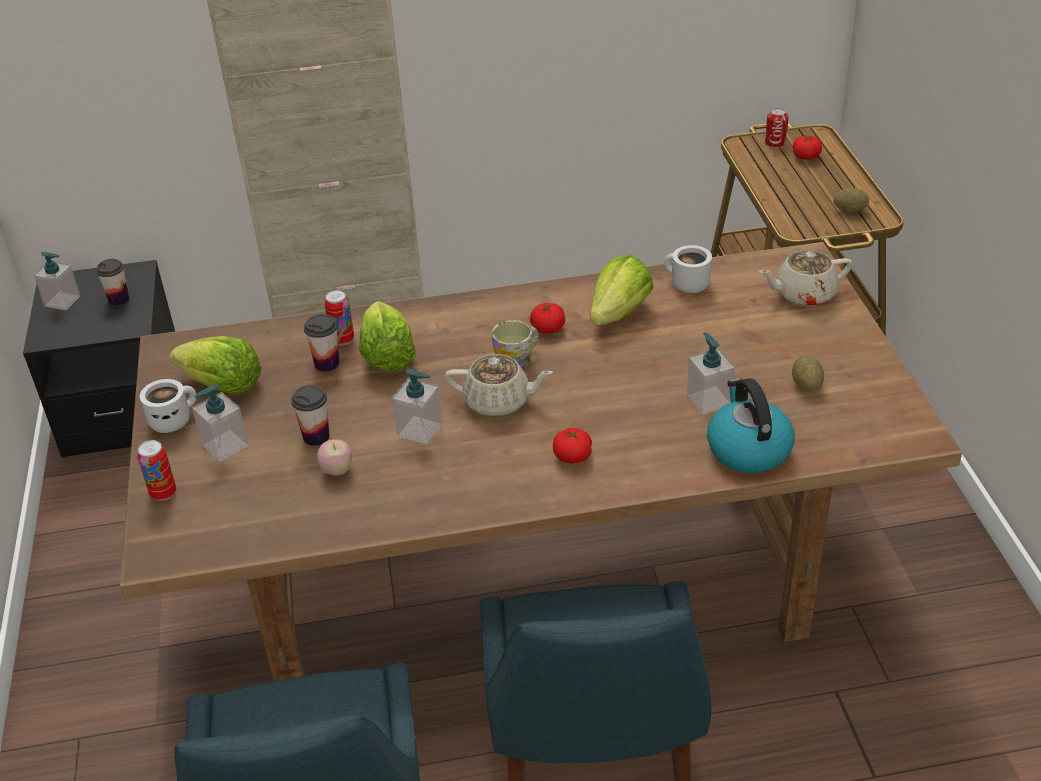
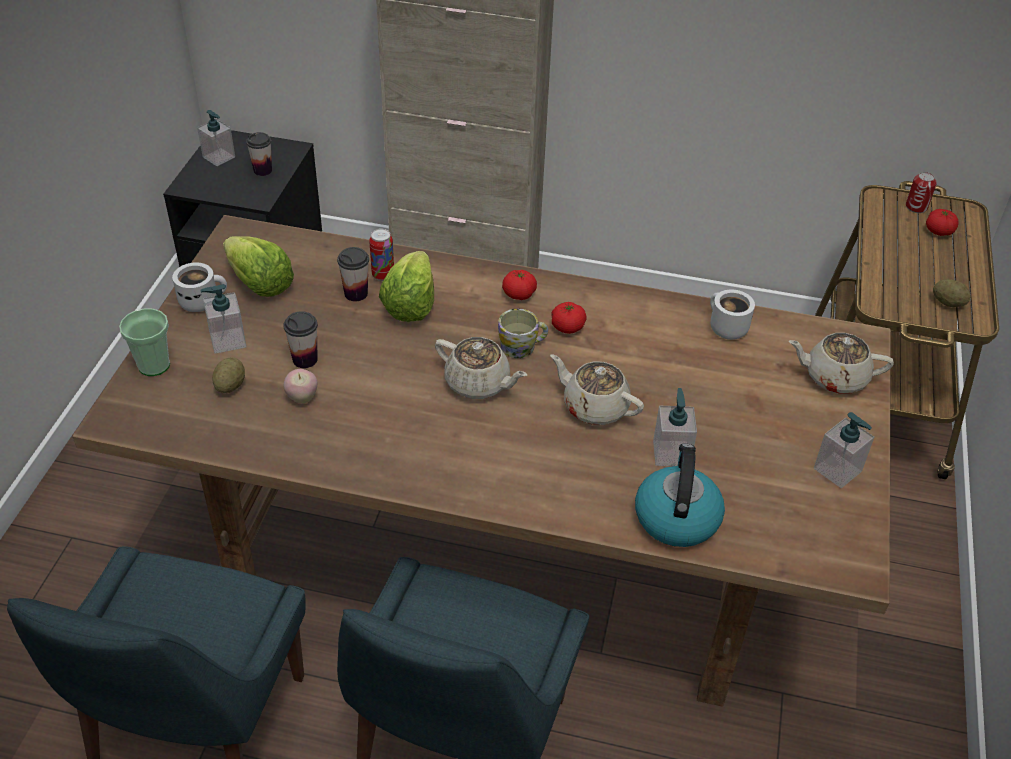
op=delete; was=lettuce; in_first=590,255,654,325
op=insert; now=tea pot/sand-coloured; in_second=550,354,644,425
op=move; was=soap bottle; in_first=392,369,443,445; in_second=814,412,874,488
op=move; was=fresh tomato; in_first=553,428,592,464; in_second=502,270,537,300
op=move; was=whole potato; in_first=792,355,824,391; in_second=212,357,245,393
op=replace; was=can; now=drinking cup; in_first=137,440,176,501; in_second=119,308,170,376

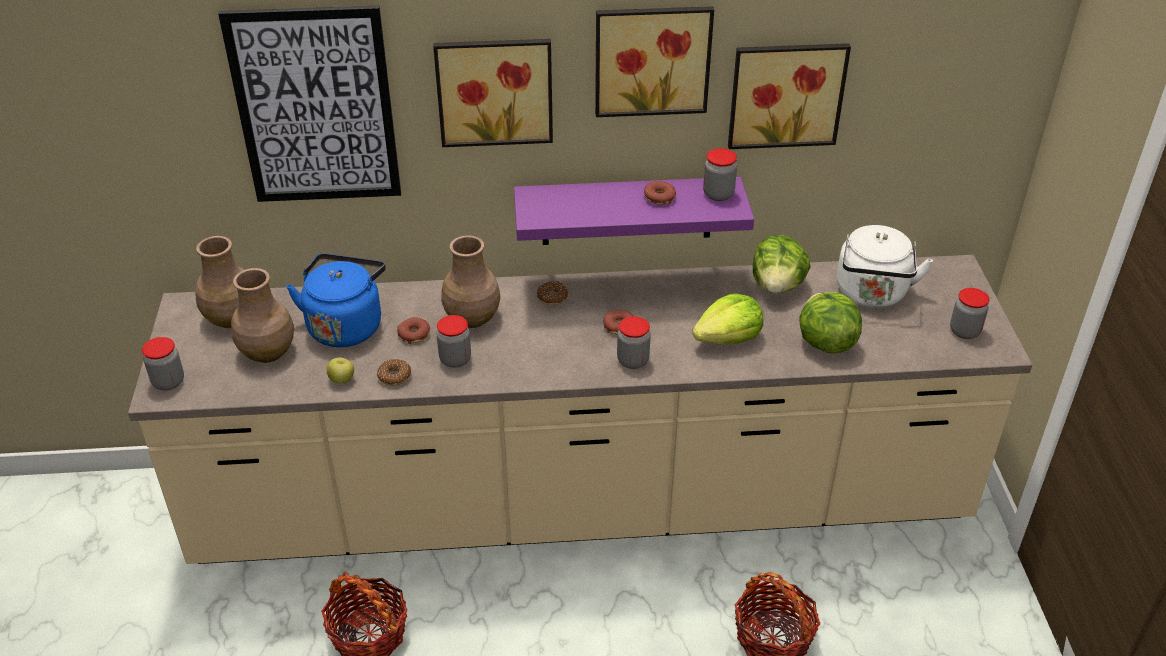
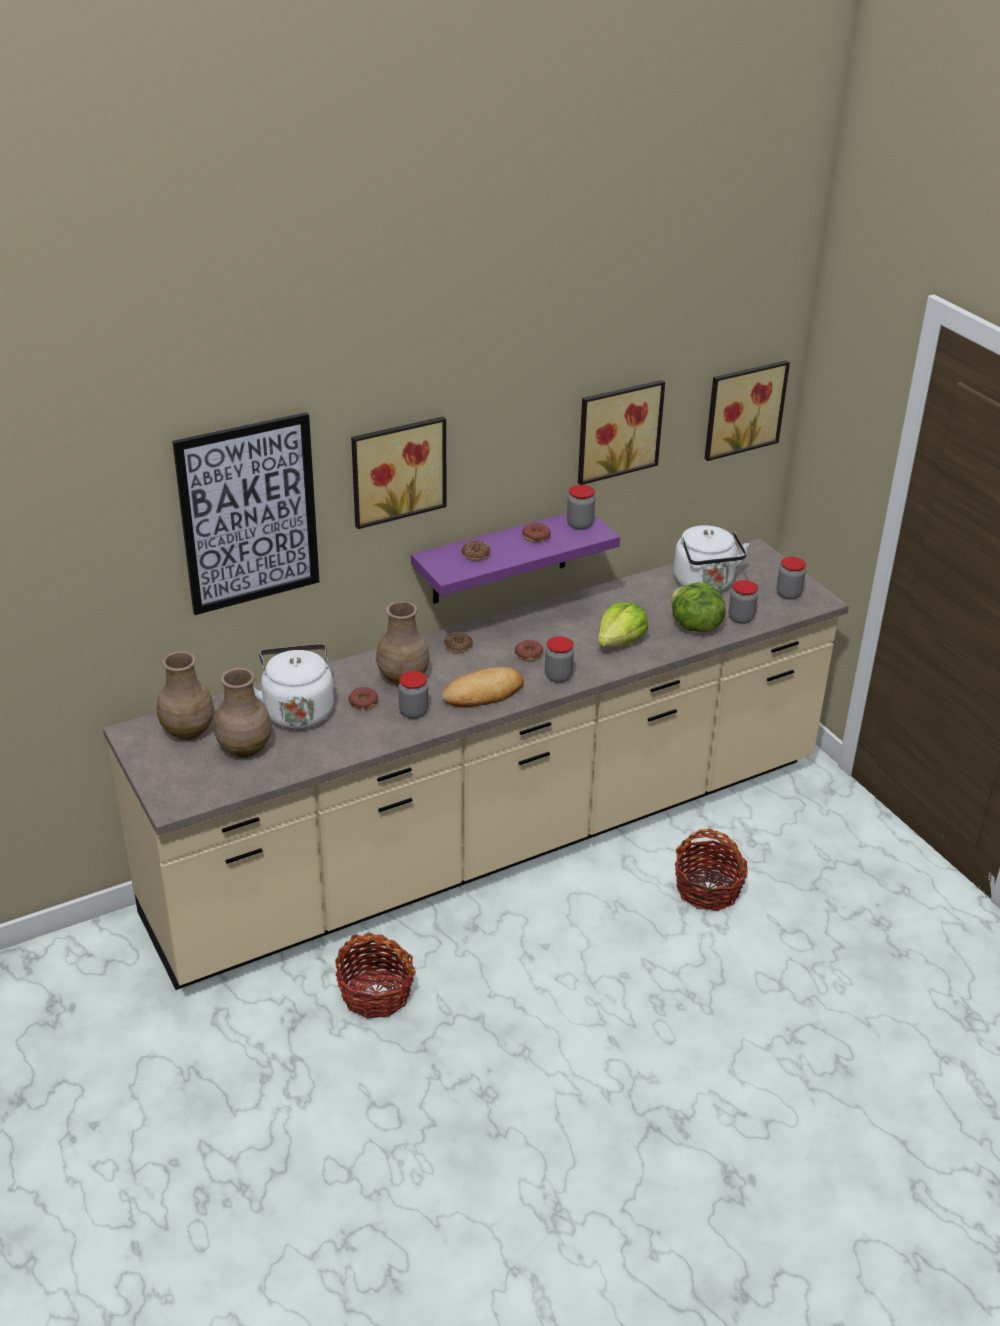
op=delete; was=whole apple; in_first=327,357,354,384
op=delete; was=lettuce; in_first=753,235,811,293
op=insert; now=baked bread; in_second=441,667,524,707
op=move; was=preserve jar; in_first=142,337,184,391; in_second=729,580,758,624
op=move; was=ring doughnut; in_first=377,359,411,386; in_second=461,541,490,561
op=move; was=wall art; in_first=595,6,714,117; in_second=704,360,790,461
op=recolor; was=tea kettle/bluish; now=tea kettle/white; in_first=286,254,386,347; in_second=253,644,334,729

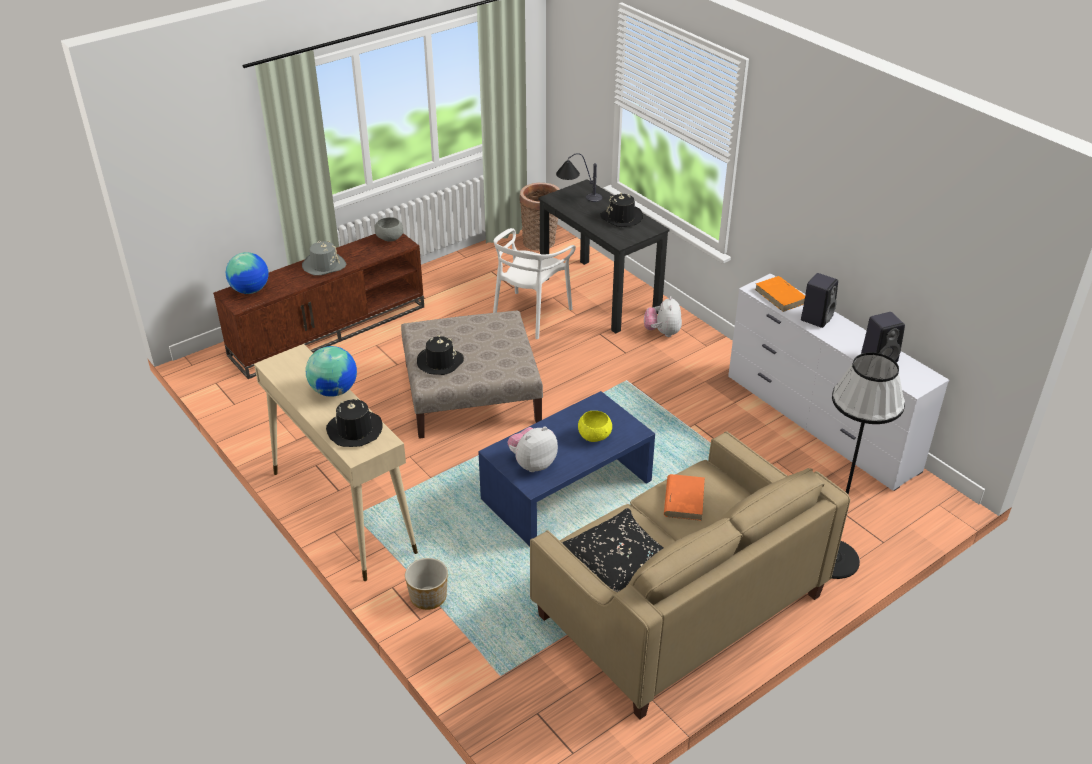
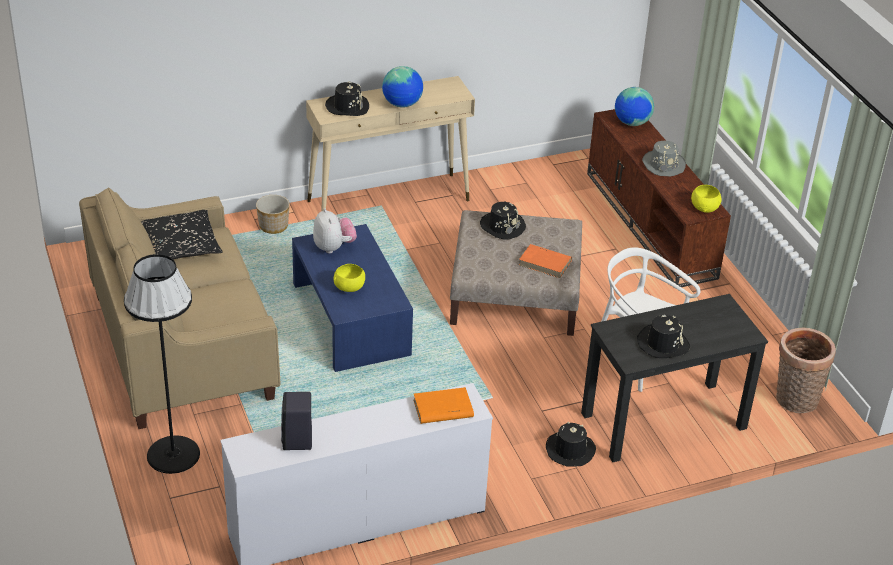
op=delete; was=tabletop lamp; in_first=556,153,602,202
op=delete; was=speaker/black; in_first=801,273,838,328
op=move; was=book/orangey; in_first=664,474,705,521; in_second=519,244,572,278
op=replace; was=plush toy; now=hat/black; in_first=644,296,682,337; in_second=546,421,596,467
op=recolor; was=serving bowl/grey; now=serving bowl/yellow; in_first=375,217,404,242; in_second=691,185,722,213

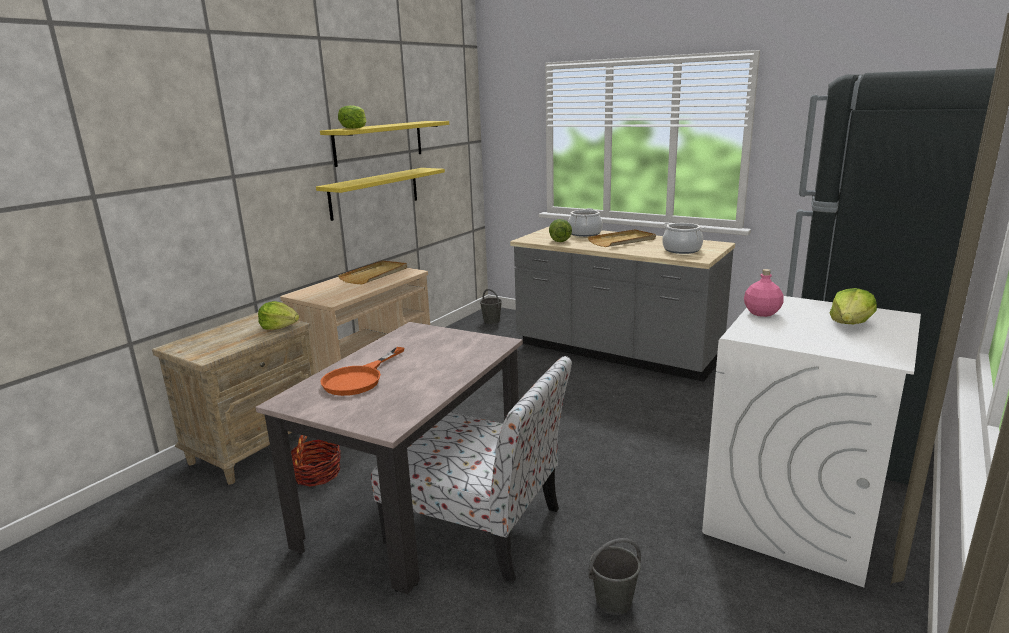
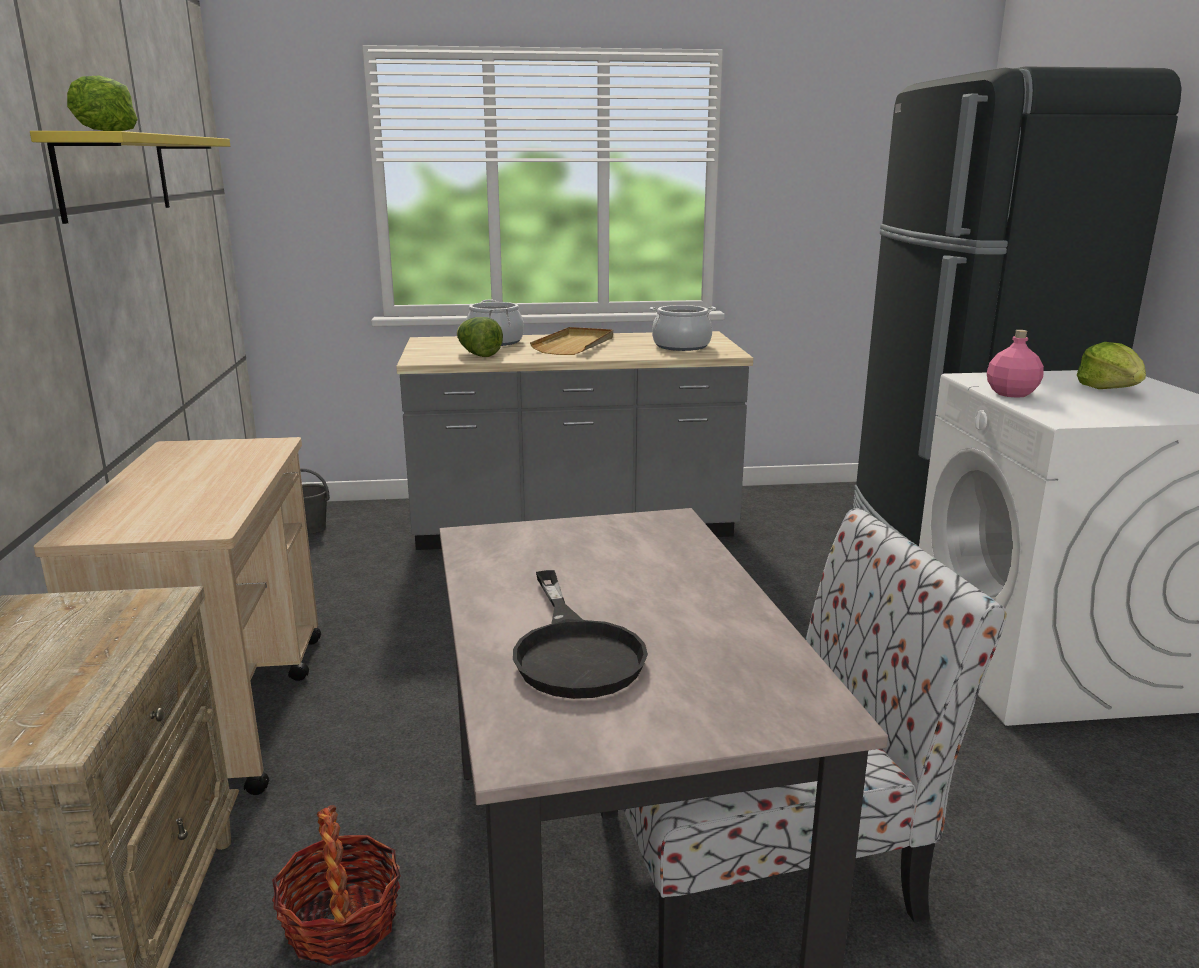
op=delete; was=lettuce; in_first=258,301,299,330
op=delete; was=shelf/yellow; in_first=316,168,445,221
op=delete; was=serving tray/sand-coloured; in_first=338,260,407,284
op=delete; was=pail/grey; in_first=588,538,641,615
op=recolor; was=pan/orangey; now=pan/black; in_first=320,347,404,396; in_second=513,570,648,699

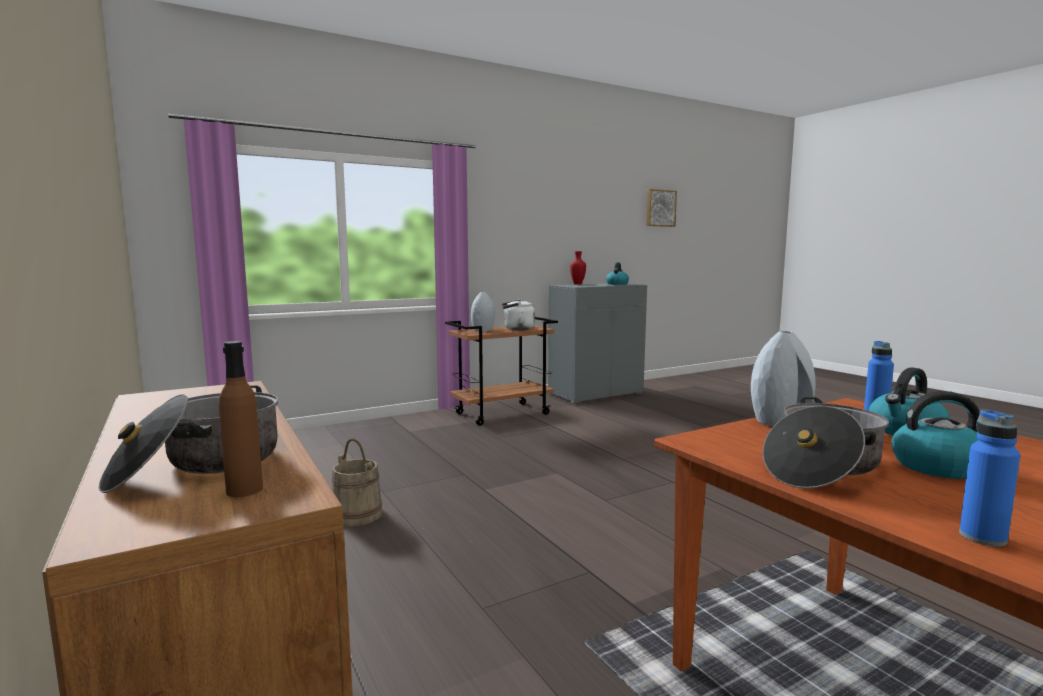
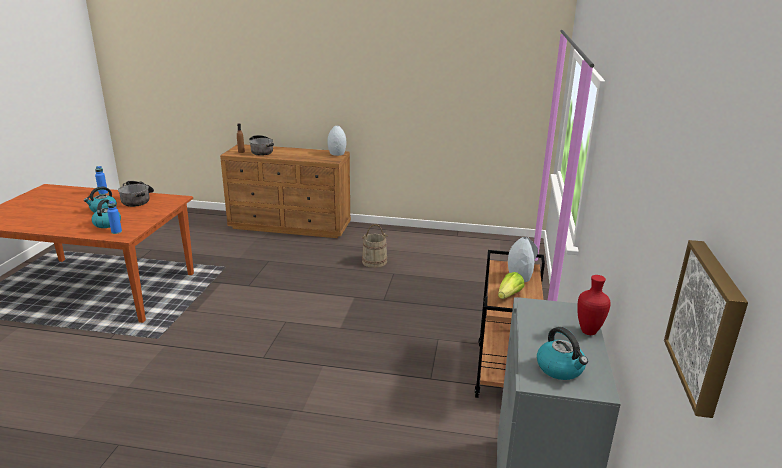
op=move; was=decorative vase/grey; in_first=751,331,816,426; in_second=327,125,346,156
op=replace; was=tea kettle/white; now=lettuce; in_first=501,299,535,330; in_second=498,272,524,299

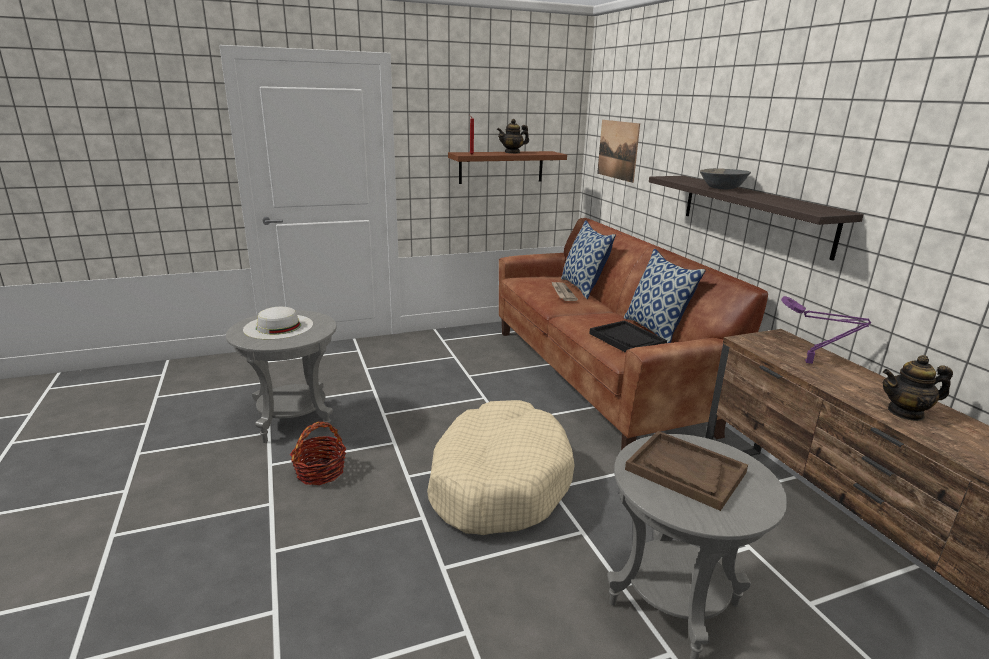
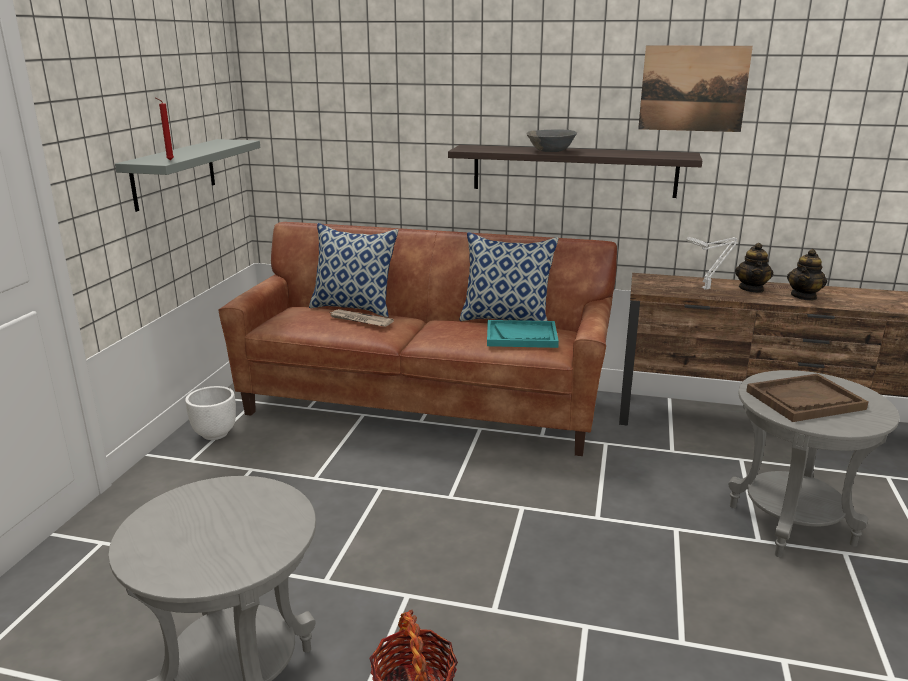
op=delete; was=hat/white; in_first=243,307,313,340
op=delete; was=pet bed/sand-coloured; in_first=427,400,574,535
op=insert; now=plant pot/white; in_second=185,386,236,440
op=move; was=tea pot; in_first=497,119,529,154; in_second=735,243,774,293
op=move; was=wall art; in_first=597,120,640,183; in_second=638,45,753,132
op=recolor; was=shelf/brownish; now=shelf/grey; in_first=448,151,567,184; in_second=115,139,260,212
op=recolor; was=serving tray/black; now=serving tray/turquoise-coloured; in_first=589,320,667,353; in_second=487,320,559,348
op=recolor; was=tabletop lamp/purplish; now=tabletop lamp/white; in_first=781,296,871,364; in_second=686,237,738,289

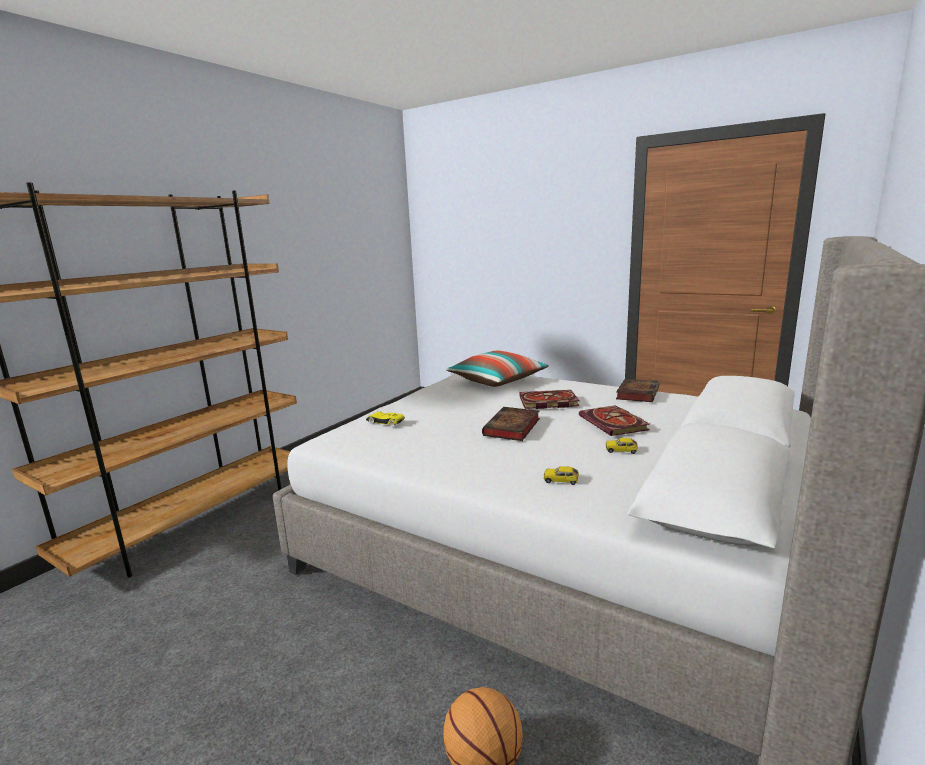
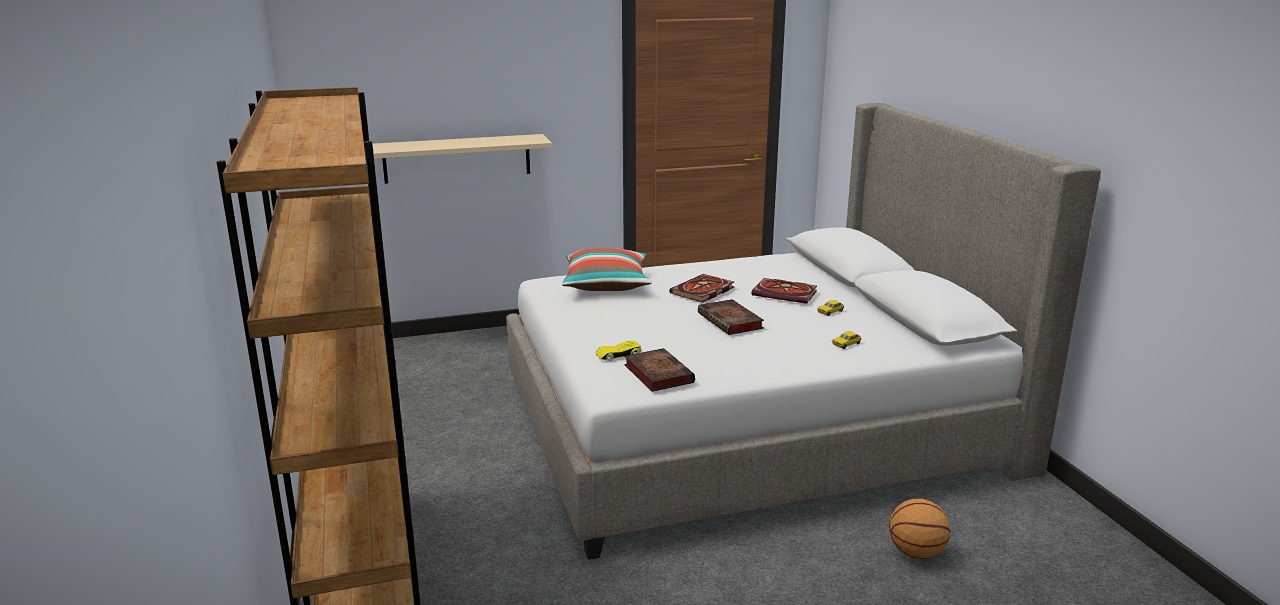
op=insert; now=shelf/sand-coloured; in_second=373,134,552,184
op=move; was=book; in_first=616,379,660,402; in_second=624,348,695,392

